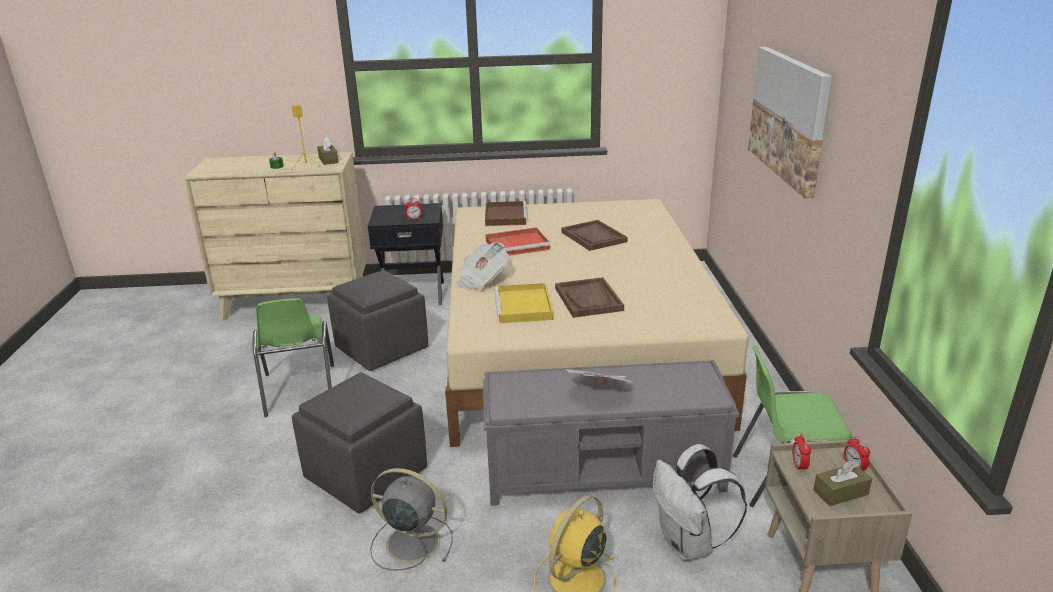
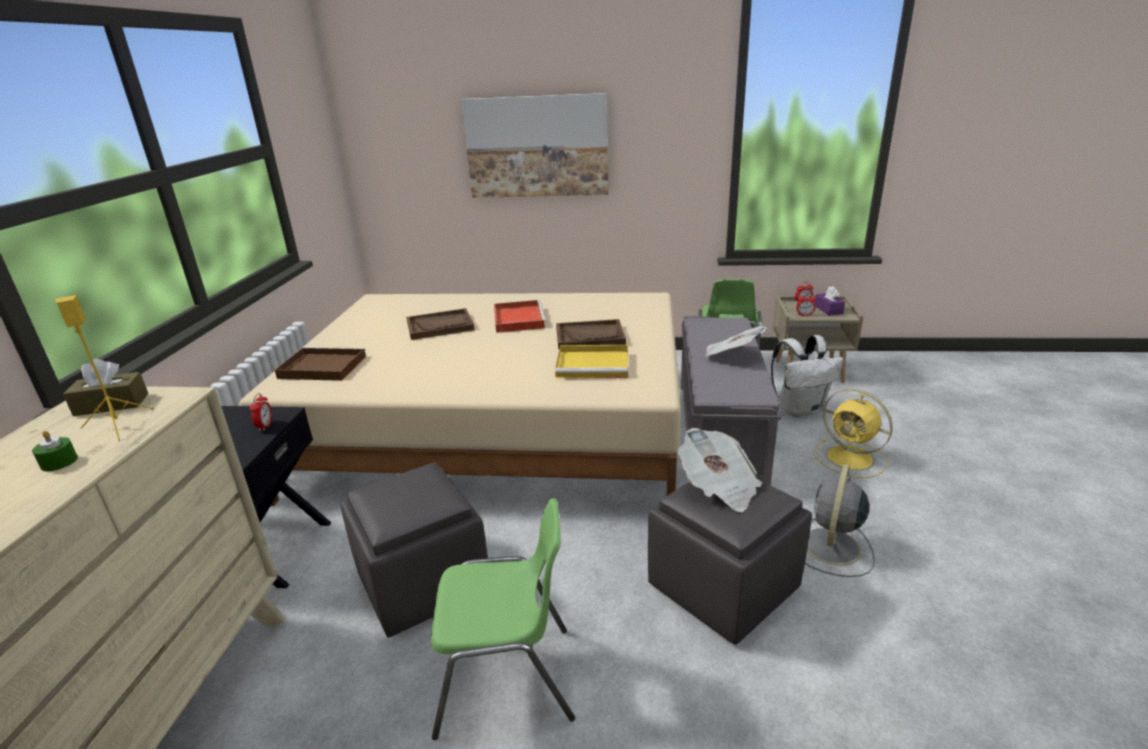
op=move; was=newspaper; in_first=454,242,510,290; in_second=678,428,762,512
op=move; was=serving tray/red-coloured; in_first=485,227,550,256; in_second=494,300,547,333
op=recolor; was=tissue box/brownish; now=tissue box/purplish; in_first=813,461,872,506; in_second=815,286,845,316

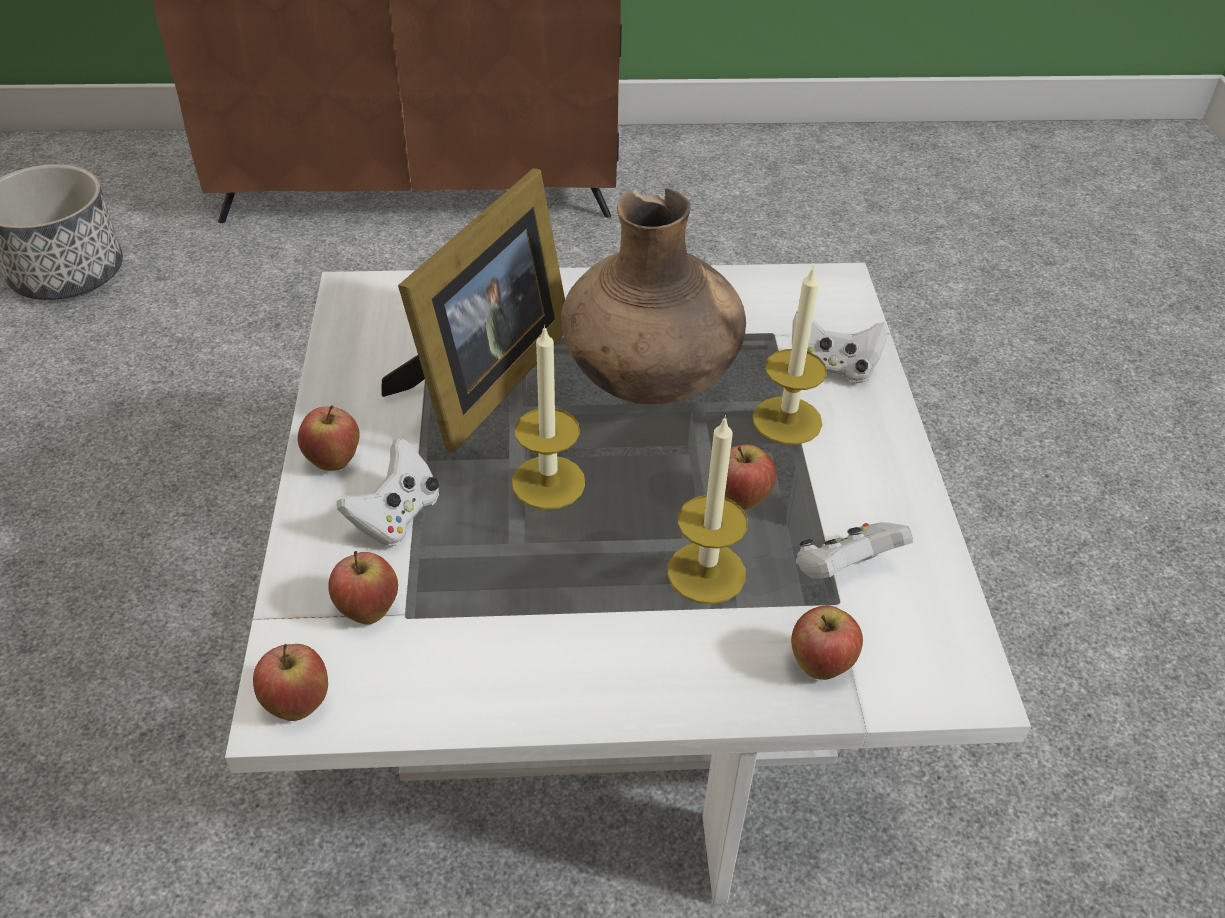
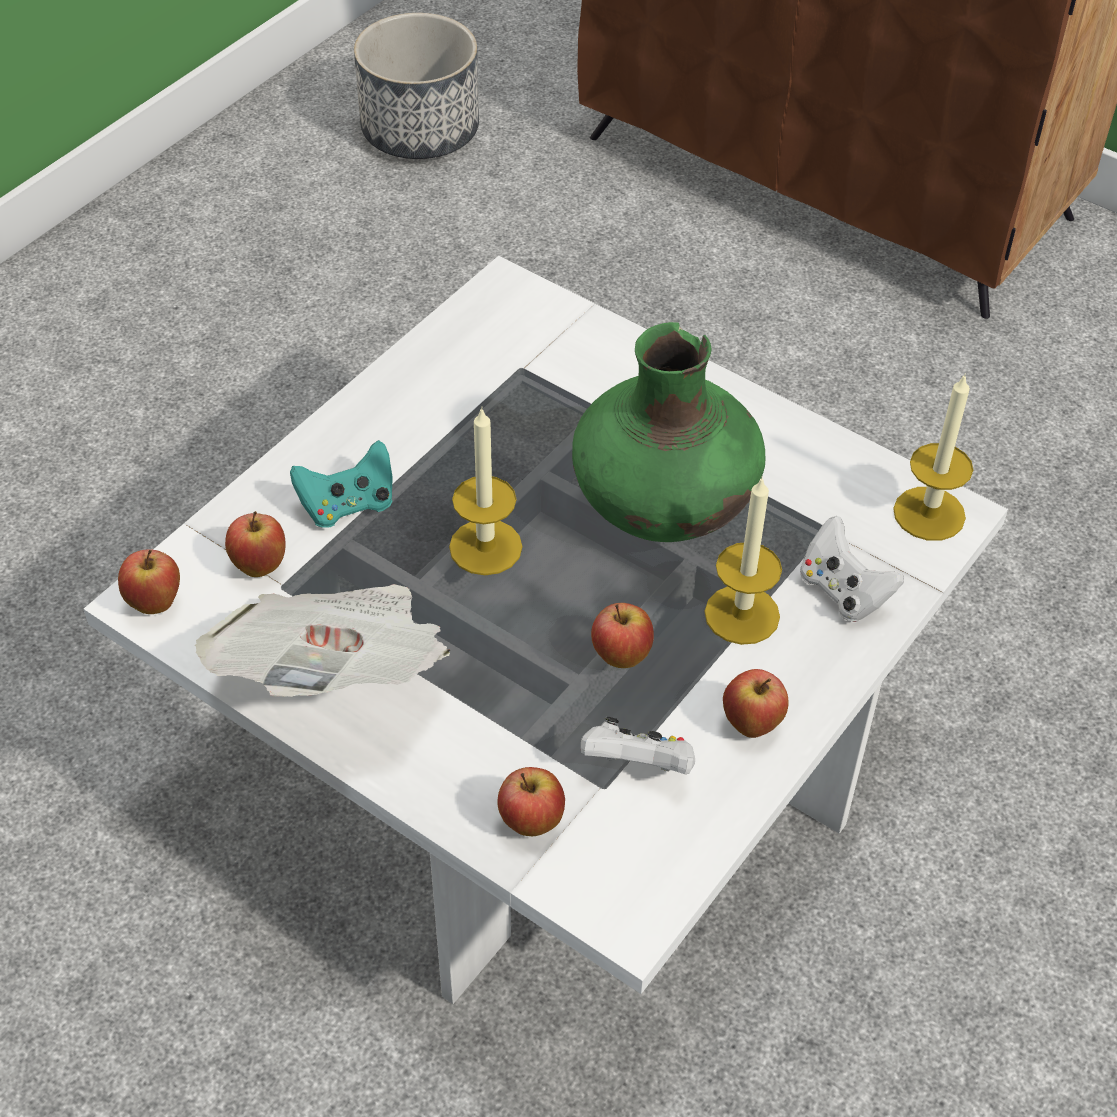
op=delete; was=standing frame; in_first=381,168,565,453
op=insert; now=newspaper; in_second=195,584,450,697
op=move; was=whole apple; in_first=298,405,360,471; in_second=723,669,789,738
op=move; was=wax candle; in_first=667,415,748,604; in_second=893,373,973,541
op=recolor; was=joypad/white; now=joypad/turquoise-coloured; in_first=337,438,439,546; in_second=290,440,393,528
op=recolor; was=decorative vase/brownish; now=decorative vase/green; in_first=561,188,746,404; in_second=572,322,765,542

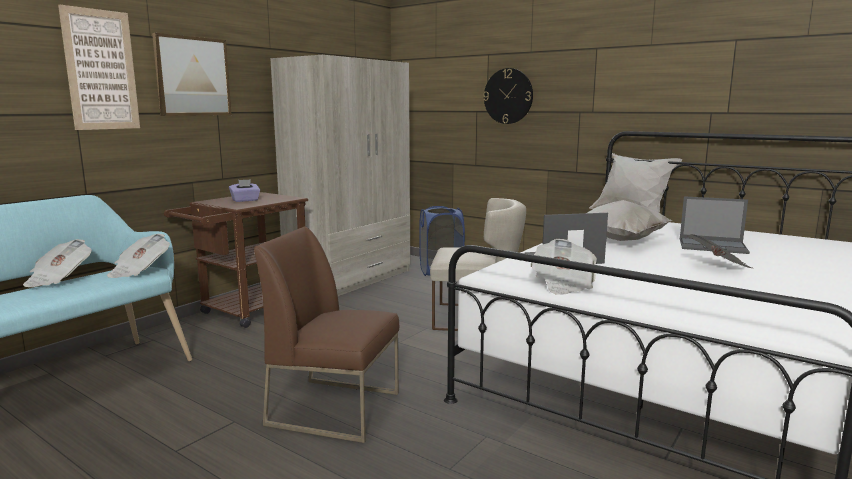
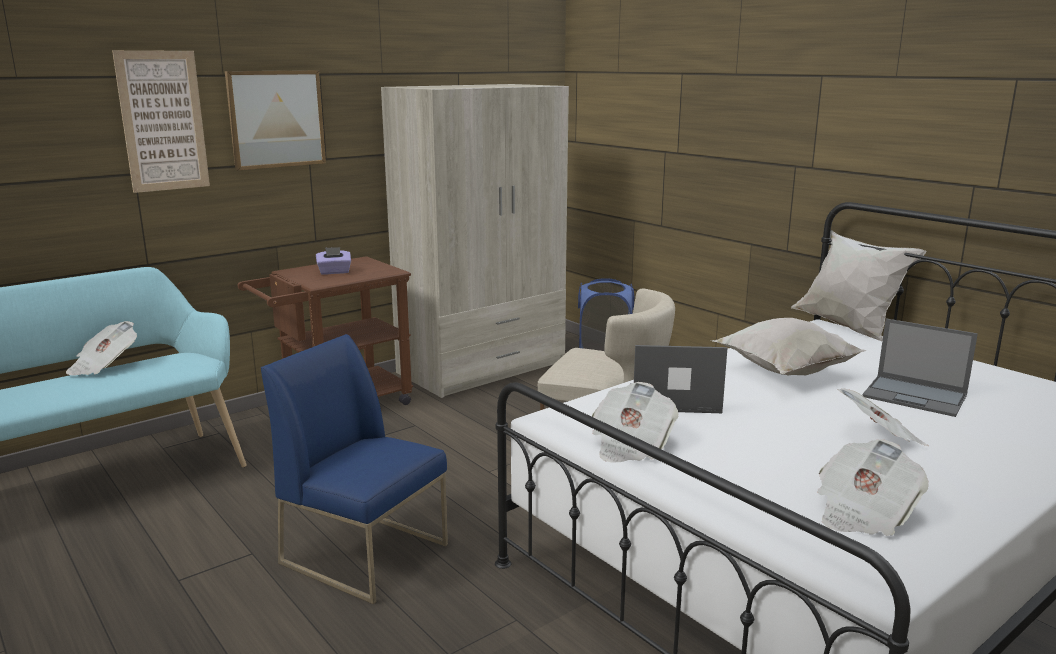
op=delete; was=wall clock; in_first=483,68,533,124
op=move; was=newspaper; in_first=107,234,170,278; in_second=817,439,929,536
op=recolor; was=plain chair/brownish; now=plain chair/bluish; in_first=254,226,399,443; in_second=261,334,448,604

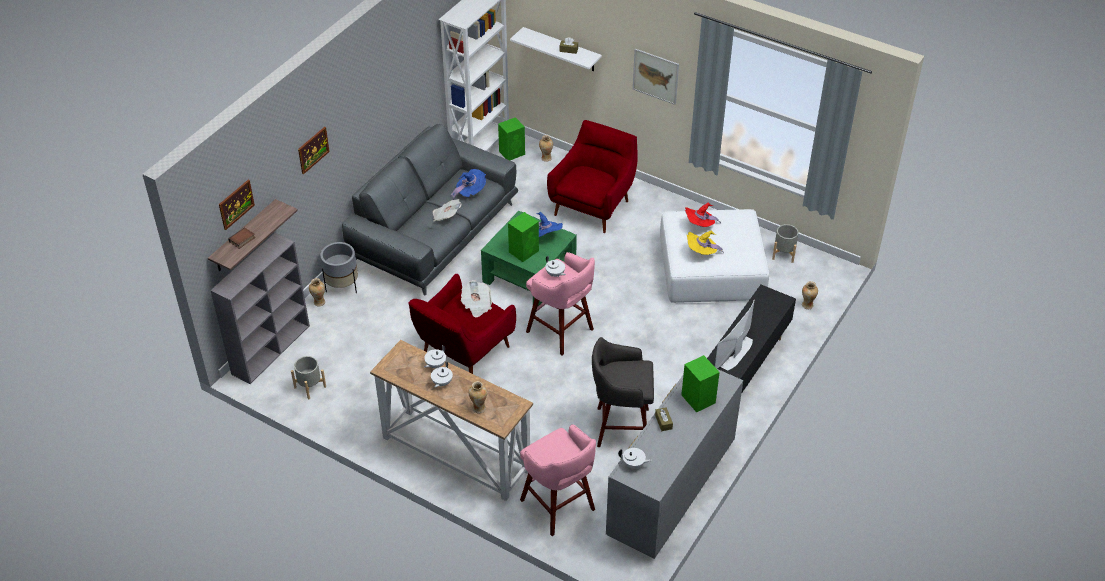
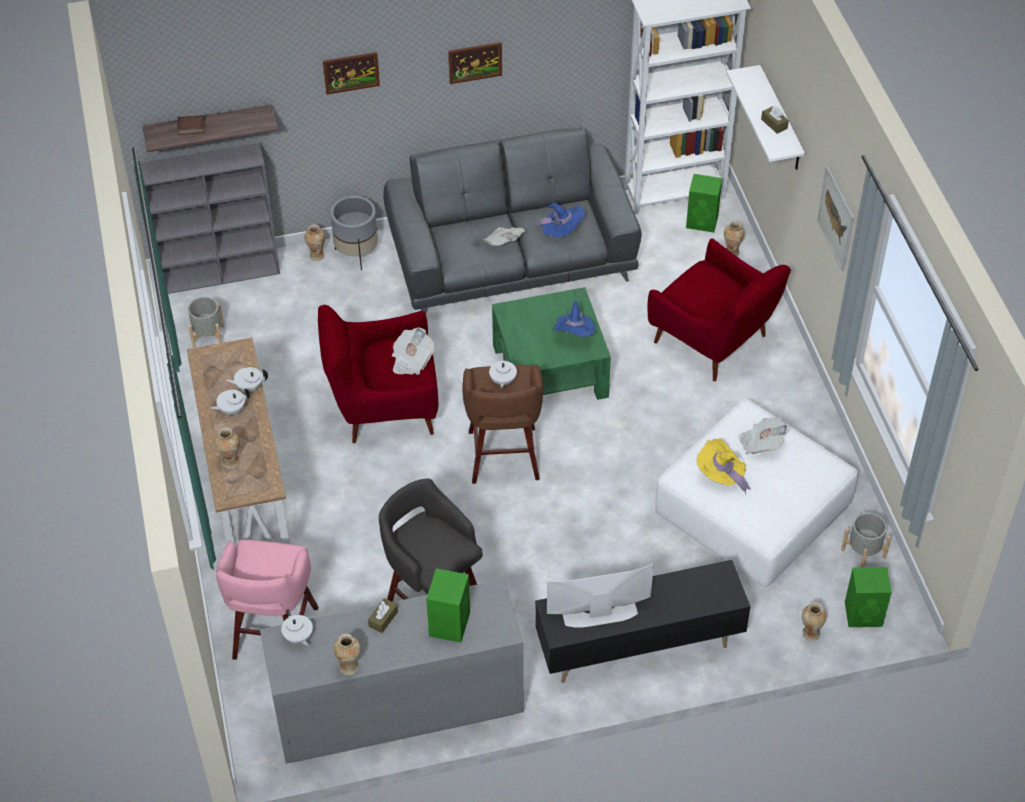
op=insert; now=decorative vase; in_second=334,634,361,675
op=move; was=wall art; in_first=219,180,255,230; in_second=448,42,502,84
op=move; was=speaker/green; in_first=508,212,539,262; in_second=845,567,891,627
op=replace; was=hat/red-coloured; now=newspaper; in_first=685,203,721,227; in_second=738,417,789,455
op=recolor; was=stool seat/pink-coloured; now=stool seat/brownish; in_first=526,252,595,356; in_second=462,364,543,484
op=rotate; was=easy chair/red-coloured; in_first=547,120,638,233; in_second=647,239,791,382; clockwise=60

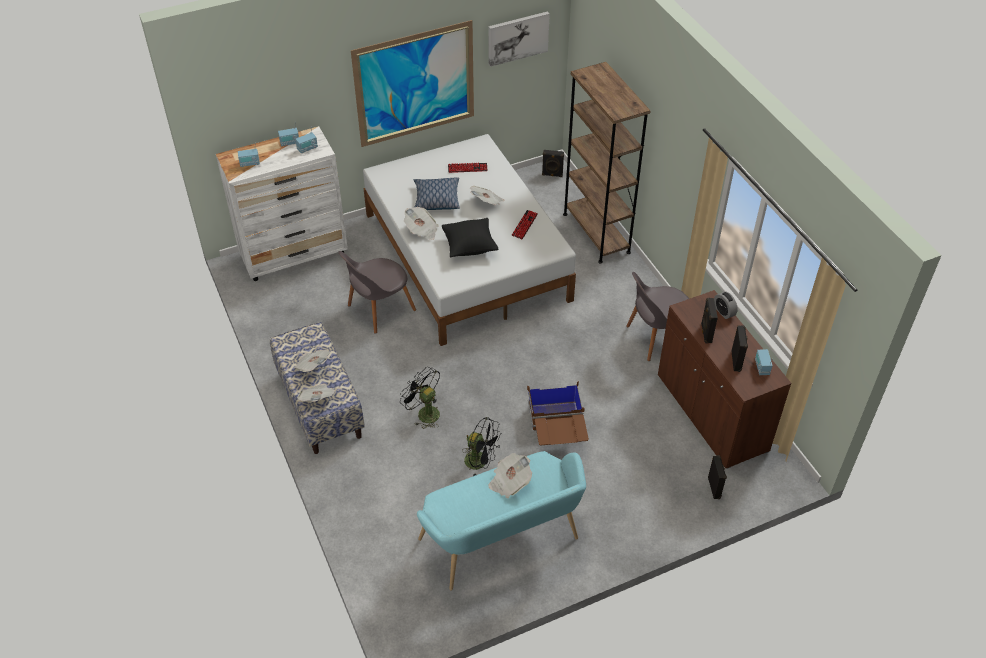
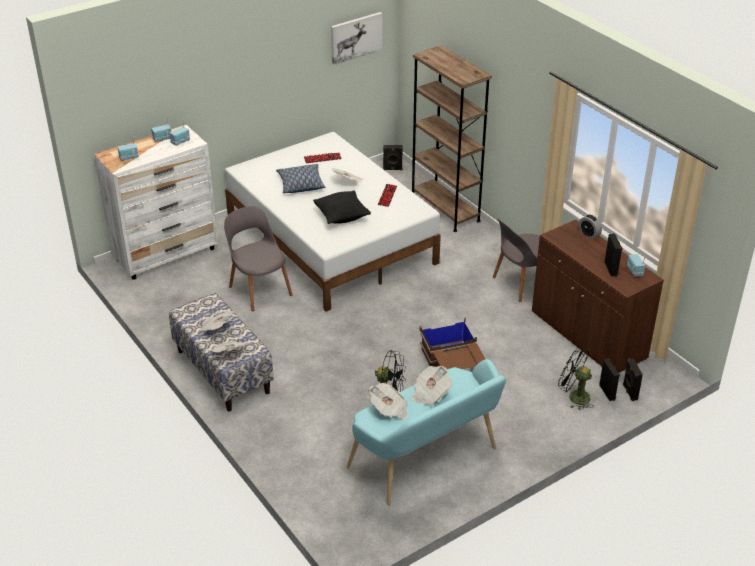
op=delete; was=wall art; in_first=351,20,474,147
op=move; was=cooling fan/black; in_first=400,366,440,429; in_second=558,346,594,410
op=move; was=newspaper; in_first=404,207,438,240; in_second=369,383,407,420
op=move; was=speaker/black; in_first=701,298,718,344; in_second=623,359,643,401
op=rotate; was=plain chair/grey; in_first=338,251,416,334; in_second=224,206,293,311; clockwise=105

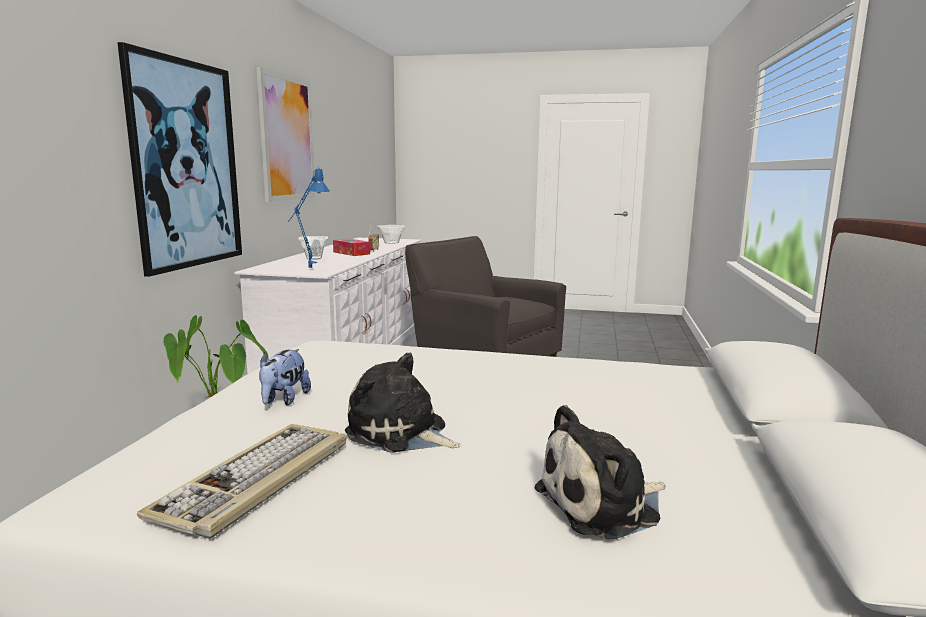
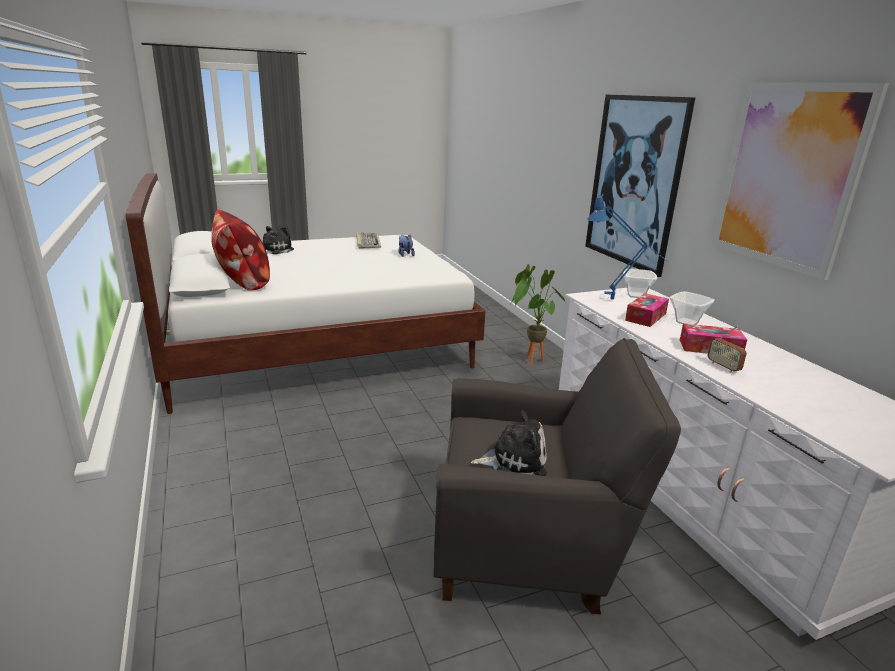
op=insert; now=throw pillow; in_second=211,209,270,291
op=insert; now=tissue box; in_second=625,293,669,327
op=move; was=plush toy; in_first=345,352,461,453; in_second=471,411,547,476
op=move; was=serving bowl; in_first=377,225,406,244; in_second=623,269,657,298

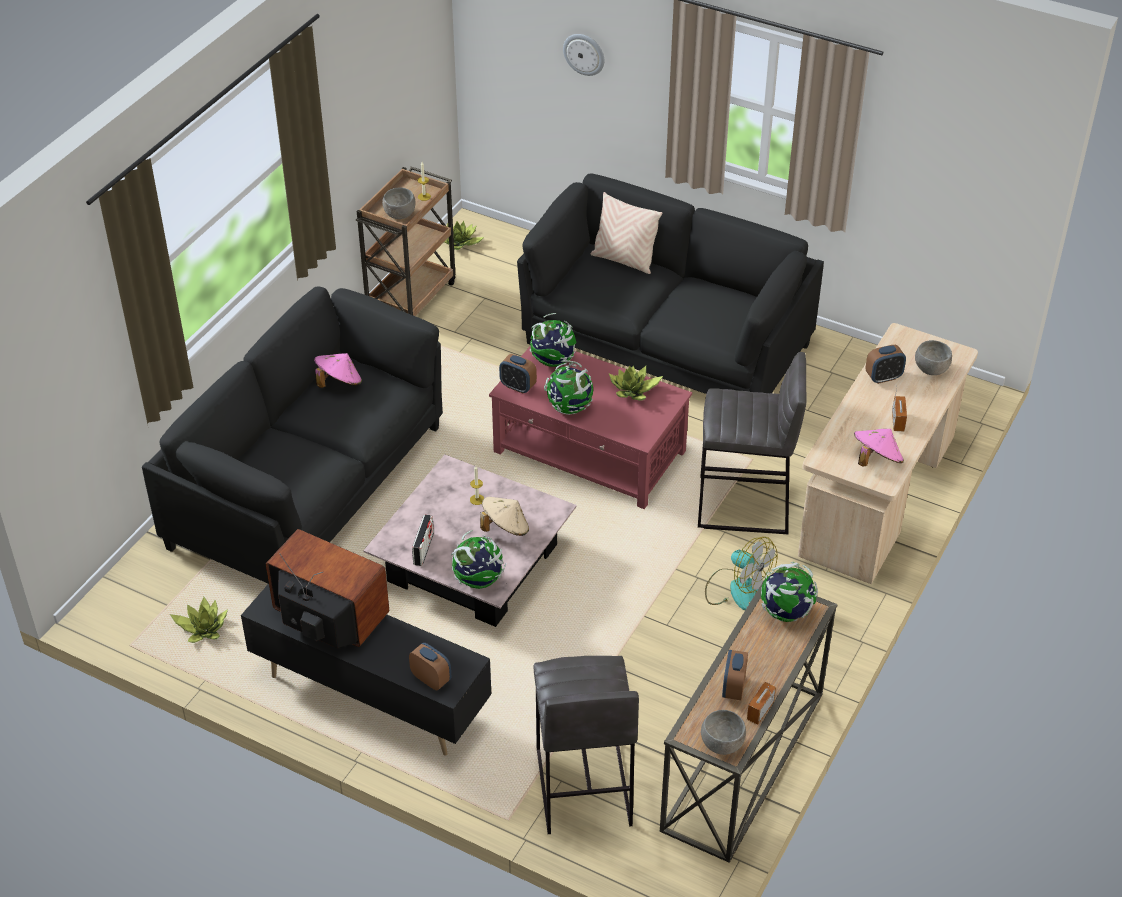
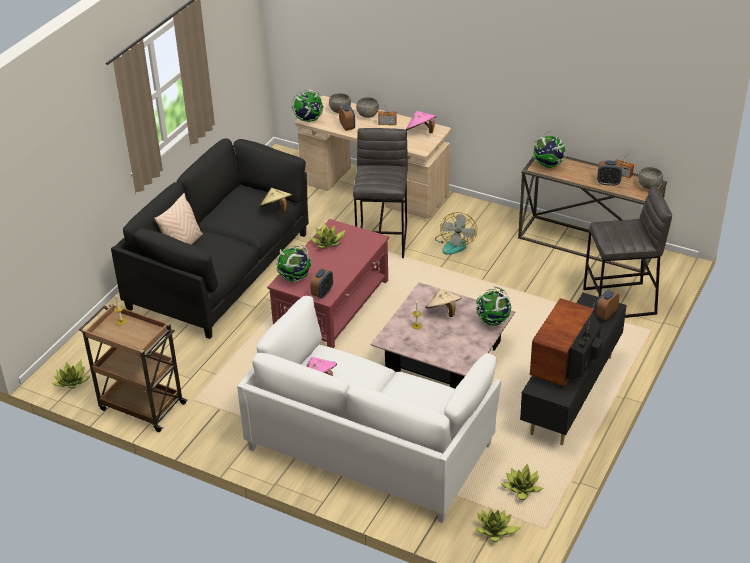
op=delete; was=radio; in_first=412,514,434,566
op=delete; was=wall clock; in_first=563,34,604,76
op=insert; now=hat/sand-coloured; in_second=259,188,292,213
op=insert; now=plant in a pot; in_second=476,509,520,542
op=move; was=serving bowl/grey; in_first=382,187,416,219; in_second=356,97,379,118
op=move; was=globe; in_first=544,360,593,415; in_second=291,89,324,122
op=recolor; was=sofa/black; now=sofa/white; in_first=142,287,443,584; in_second=237,296,501,523
op=rotate; was=cooling fan; in_first=705,537,778,610; in_second=435,212,477,255; clockwise=150

